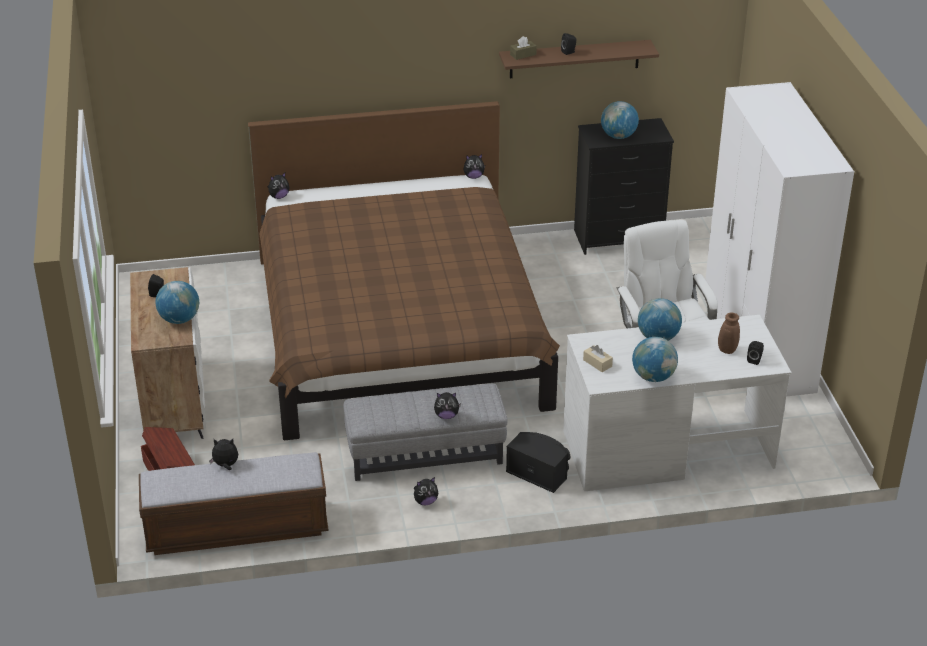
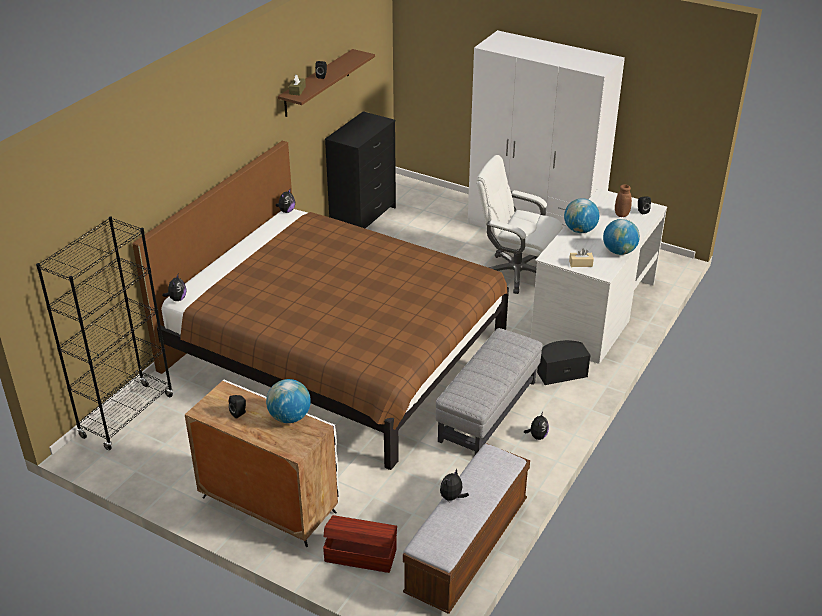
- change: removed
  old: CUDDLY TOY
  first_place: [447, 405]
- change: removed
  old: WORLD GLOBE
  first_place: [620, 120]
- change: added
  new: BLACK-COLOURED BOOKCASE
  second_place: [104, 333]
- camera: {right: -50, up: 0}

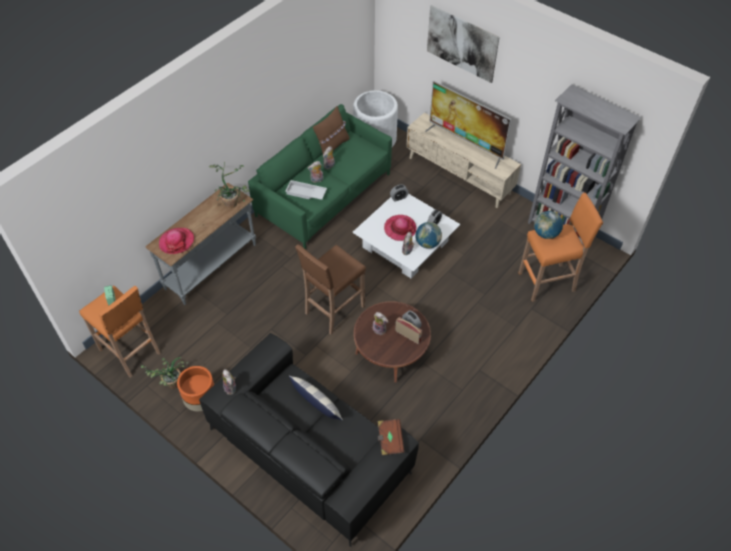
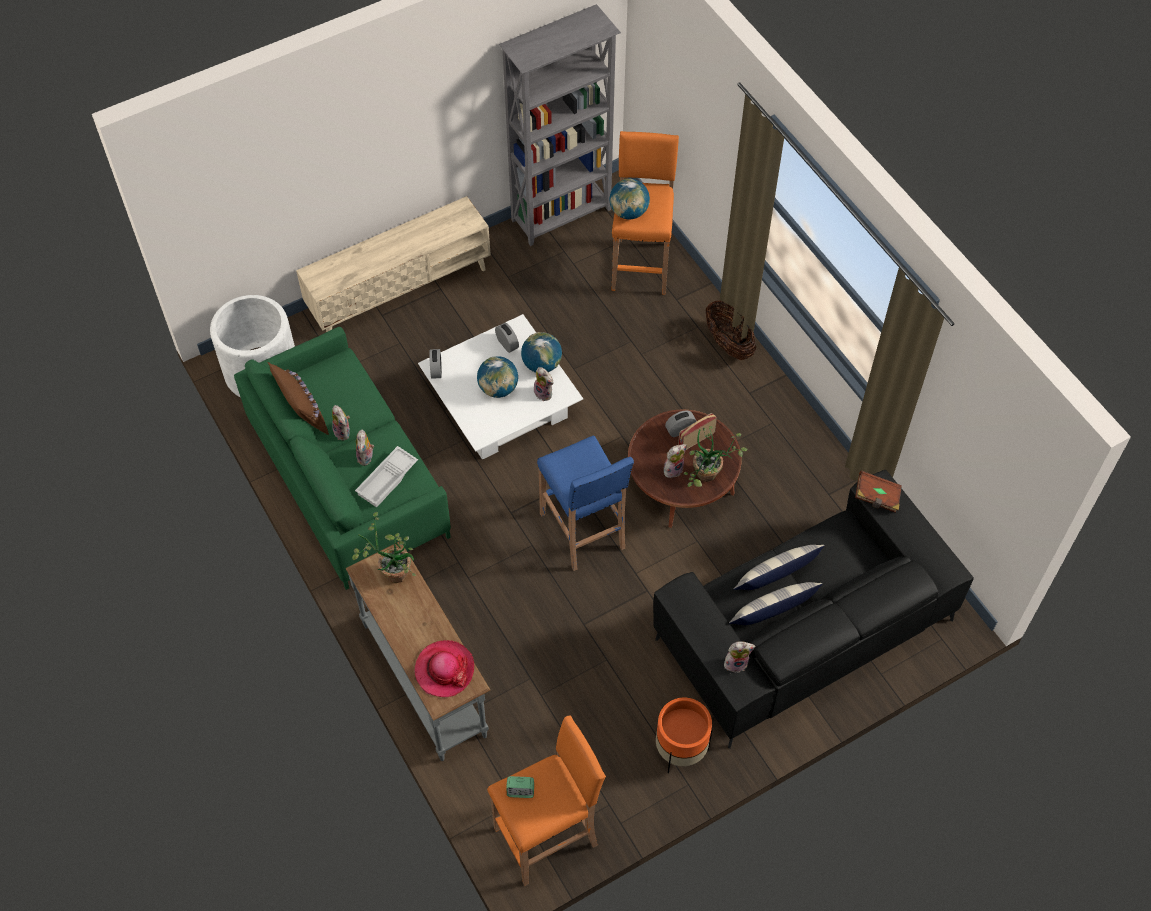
- change: moved
  old: PLANT IN A POT
  first_place: [165, 373]
  second_place: [716, 456]
- change: recoloured
  old: BROWN-COLOURED STOOL SEAT
  new: BLUE STOOL SEAT
  first_place: [330, 289]
  second_place: [585, 503]
- change: replaced
  old: WEARABLE HAT
  new: WORLD GLOBE
  first_place: [400, 228]
  second_place: [497, 377]
- change: removed
  old: TV
  first_place: [468, 125]
- change: removed
  old: WALL ART
  first_place: [463, 44]
- change: added
  new: STORAGE BASKET
  second_place: [731, 330]
- change: added
  new: THROW PILLOW
  second_place: [776, 603]
- camera: {right: -70, up: 5}

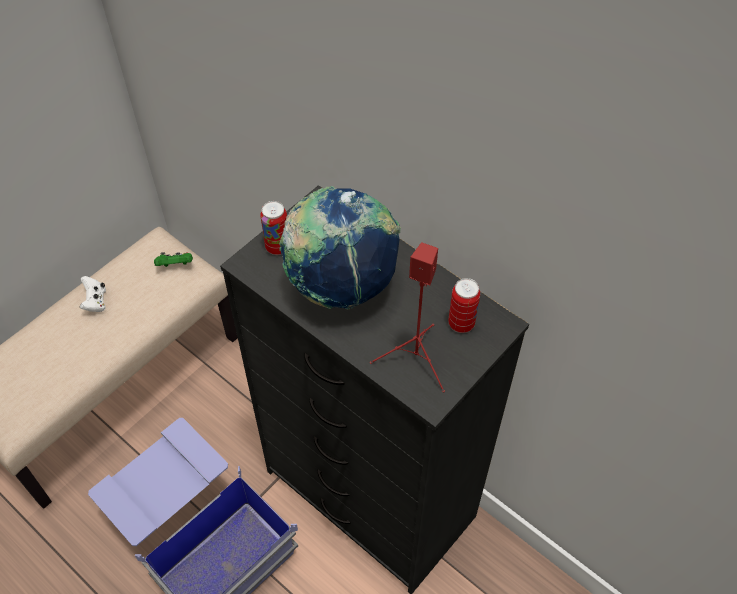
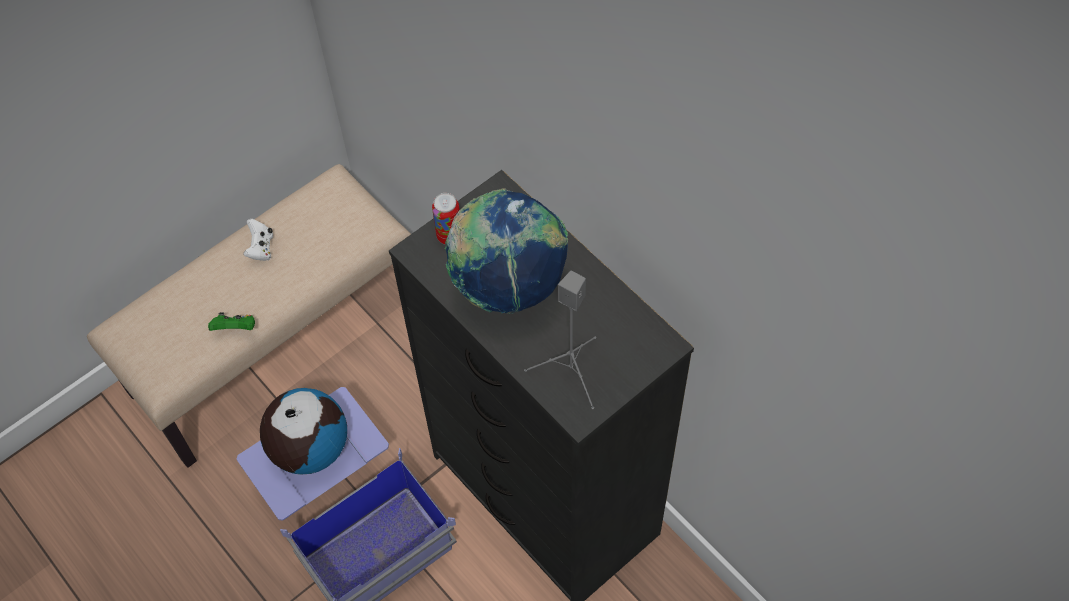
- change: moved
  old: GREEN-COLOURED JOYPAD
  first_place: [173, 259]
  second_place: [231, 321]
- change: recoloured
  old: RED LOUDSPEAKER
  new: GREYISH LOUDSPEAKER
  first_place: [407, 317]
  second_place: [560, 339]
- change: removed
  old: METAL CAN
  first_place: [464, 305]
- change: added
  new: WORLD GLOBE
  second_place: [303, 431]
- camera: {right: 10, up: 5}

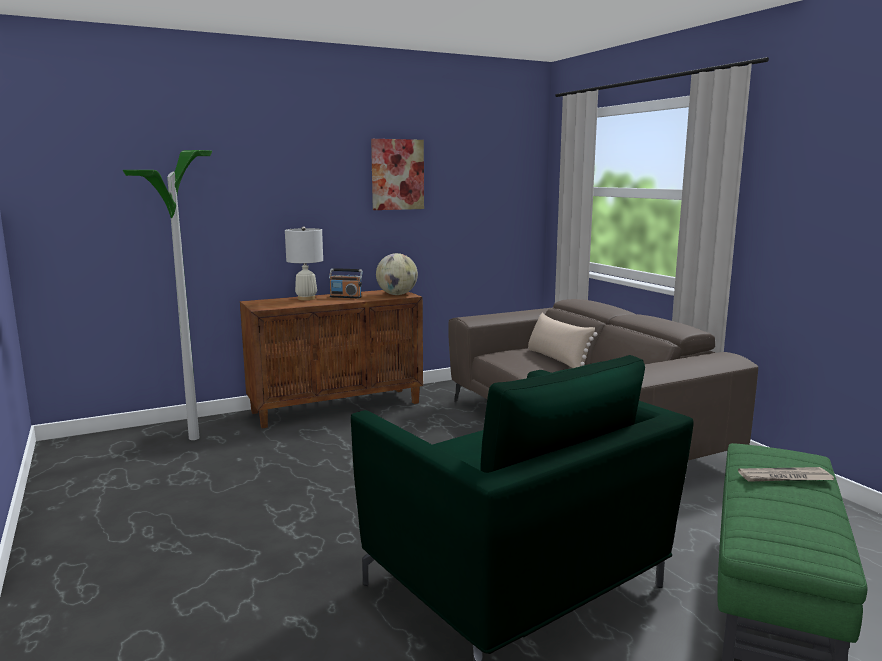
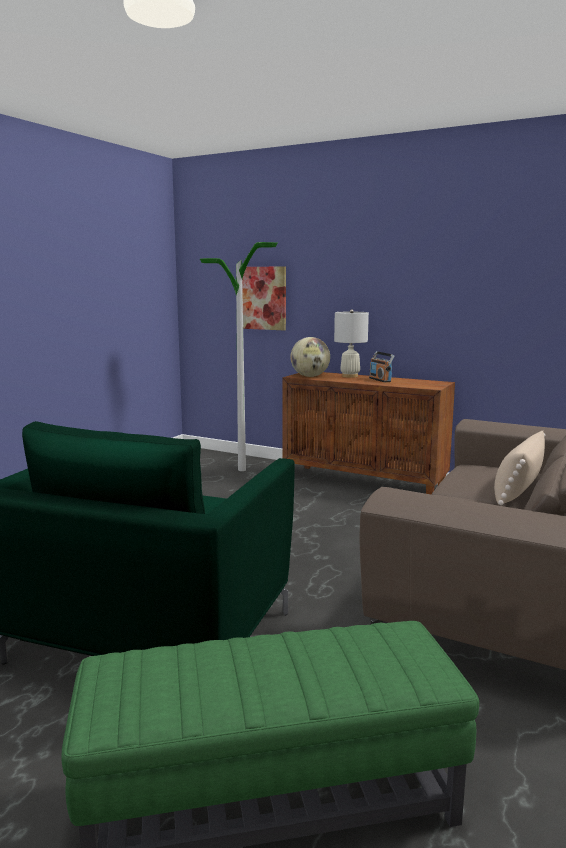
- change: moved
  old: WALL ART
  first_place: [397, 174]
  second_place: [264, 298]
- change: moved
  old: WORLD GLOBE
  first_place: [397, 274]
  second_place: [310, 357]
- change: removed
  old: PRINTED PAPER
  first_place: [786, 474]
- camera: {right: 55, up: 0}

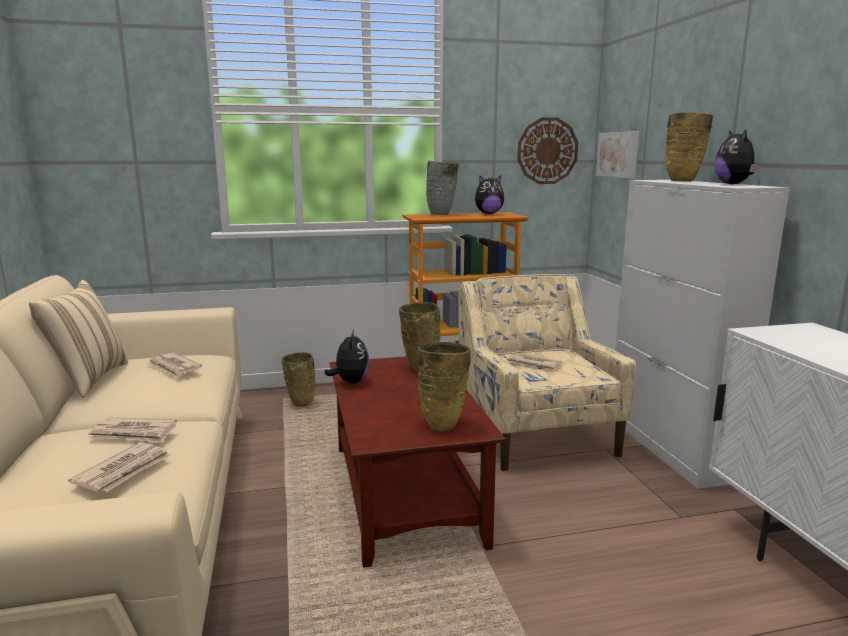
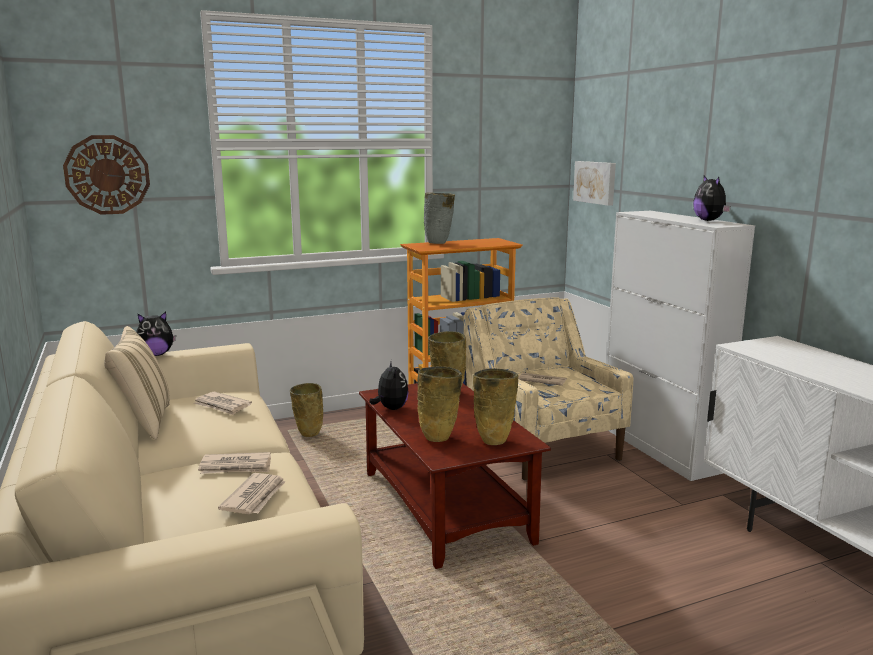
- change: moved
  old: CUDDLY TOY
  first_place: [489, 195]
  second_place: [156, 334]
- change: moved
  old: WALL CLOCK
  first_place: [547, 150]
  second_place: [106, 175]
- change: moved
  old: BEIGE-COLOURED FLOWER VASE
  first_place: [689, 147]
  second_place: [439, 404]
- camera: {right: -10, up: 0}

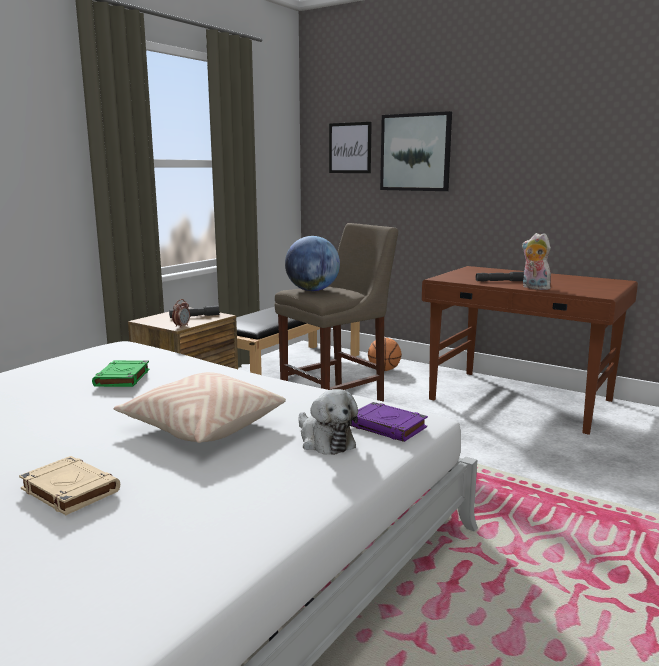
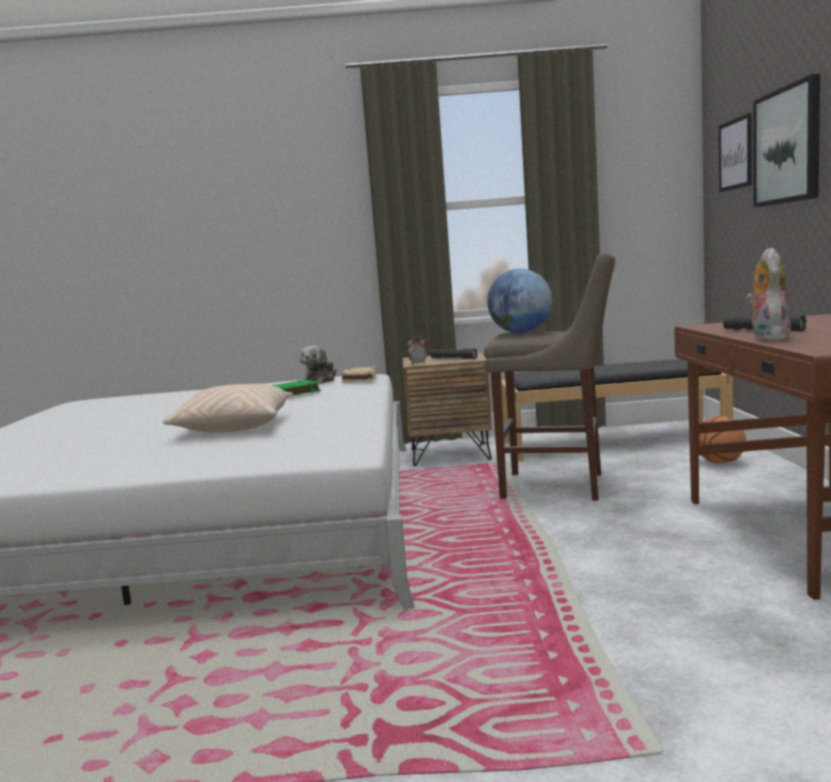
- change: moved
  old: BEIGE-COLOURED VOLUME
  first_place: [69, 485]
  second_place: [359, 374]
- change: moved
  old: CUDDLY TOY
  first_place: [328, 422]
  second_place: [318, 365]
- change: removed
  old: PURPLE-COLOURED VOLUME
  first_place: [389, 422]
- camera: {right: 55, up: -5}

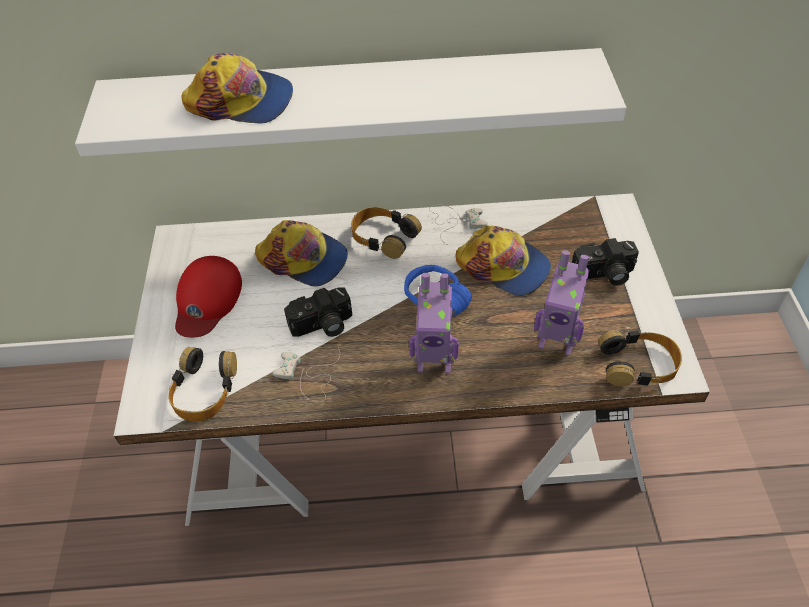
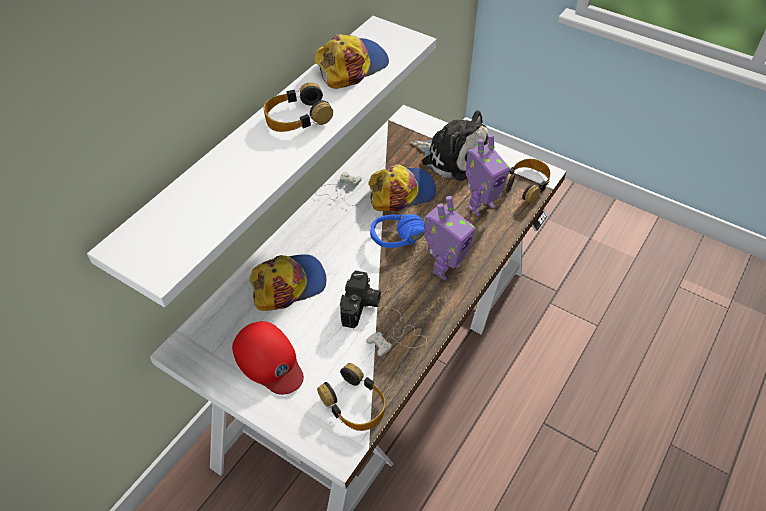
- change: moved
  old: BASEBALL CAP
  first_place: [237, 88]
  second_place: [351, 61]
- change: moved
  old: PAIR OF HEADPHONES
  first_place: [386, 233]
  second_place: [298, 107]
- change: replaced
  old: PHOTO CAMERA
  new: CUDDLY TOY
  first_place: [605, 262]
  second_place: [449, 145]
- camera: {right: -55, up: 0}

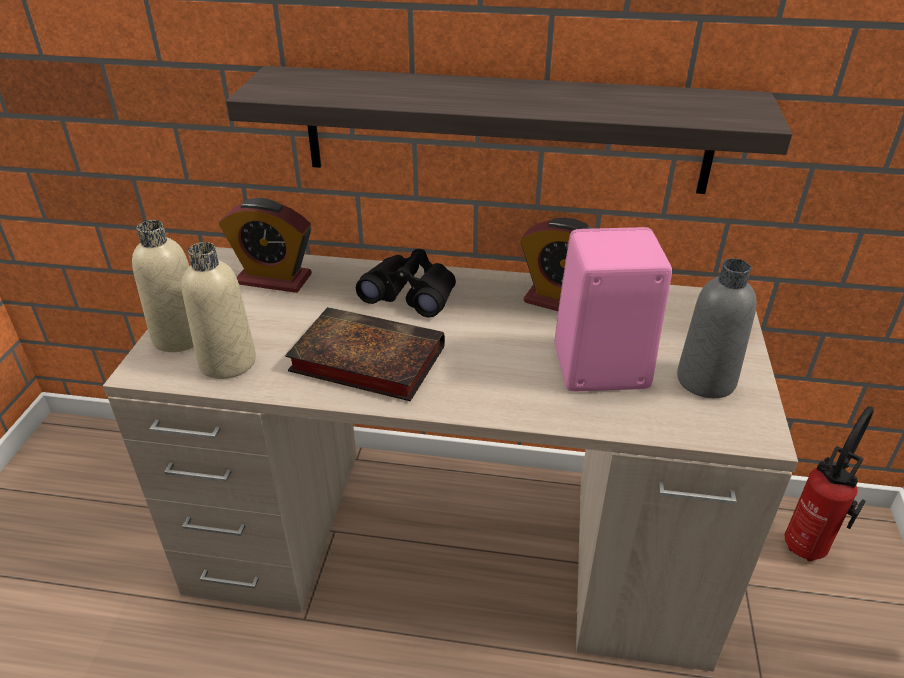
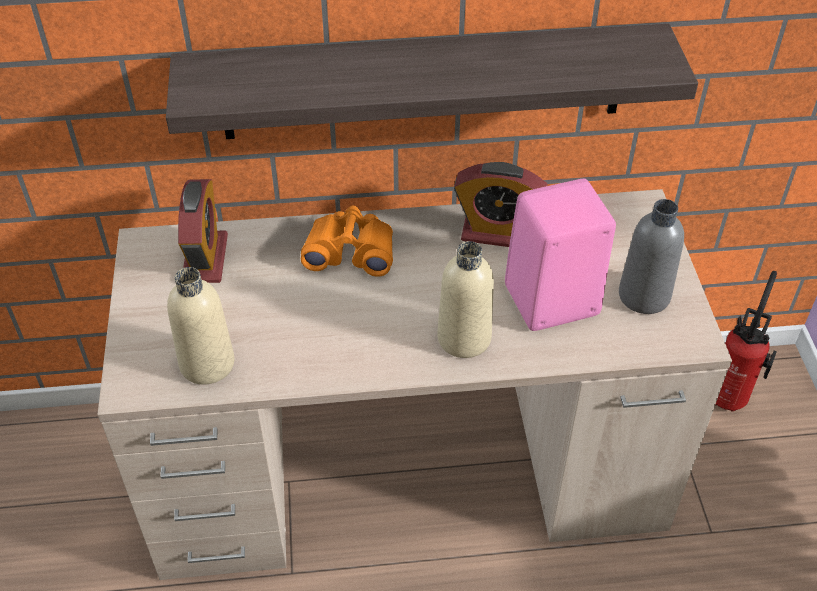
- change: moved
  old: BEIGE-COLOURED BOTTLE
  first_place: [163, 286]
  second_place: [465, 299]
- change: turned
  old: TABLE CLOCK
  first_place: [265, 245]
  second_place: [203, 231]
  degrees: -90
- change: removed
  old: VOLUME
  first_place: [365, 354]
- change: recoloured
  old: BLACK-COLOURED FIELD GLASSES
  new: ORANGEY FIELD GLASSES
  first_place: [406, 283]
  second_place: [347, 241]
- camera: {right: -15, up: 10}

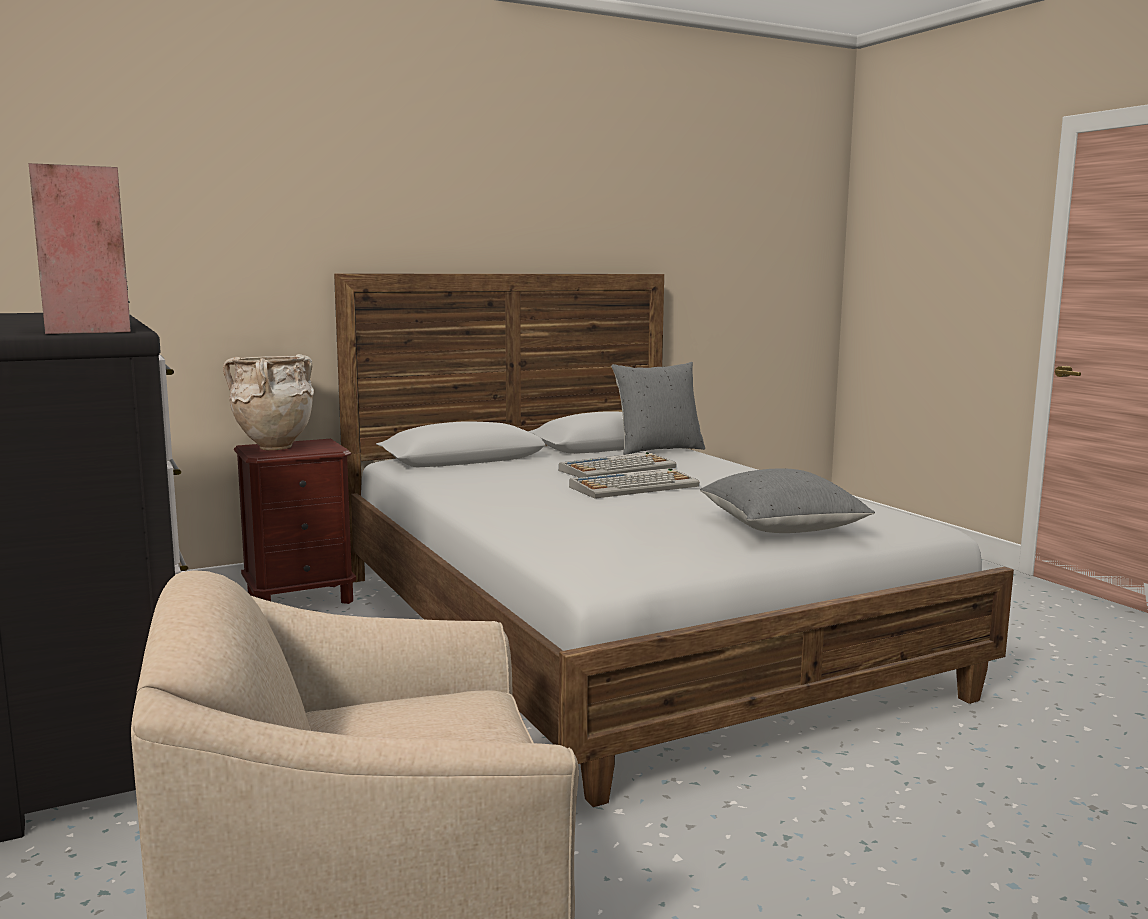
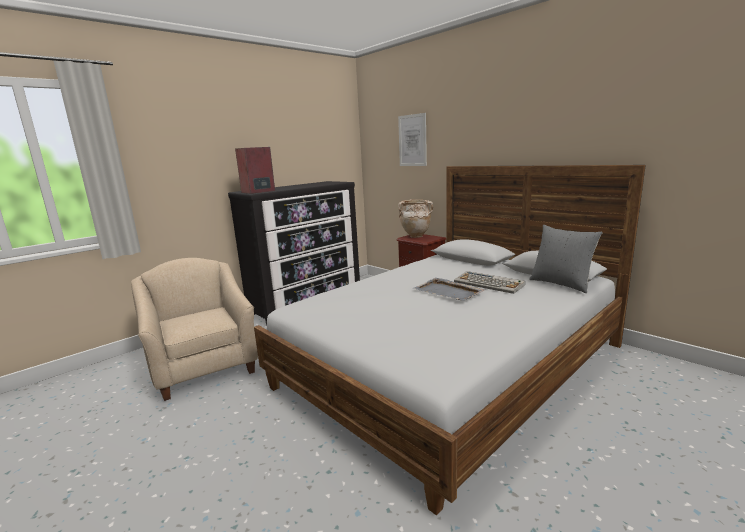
- change: replaced
  old: PC KEYBOARD
  new: GREYISH SERVING TRAY
  first_place: [634, 483]
  second_place: [449, 289]
- change: removed
  old: GREYISH THROW PILLOW
  first_place: [787, 500]
- change: added
  new: WALL ART
  second_place: [412, 139]
- camera: {right: 75, up: 5}

